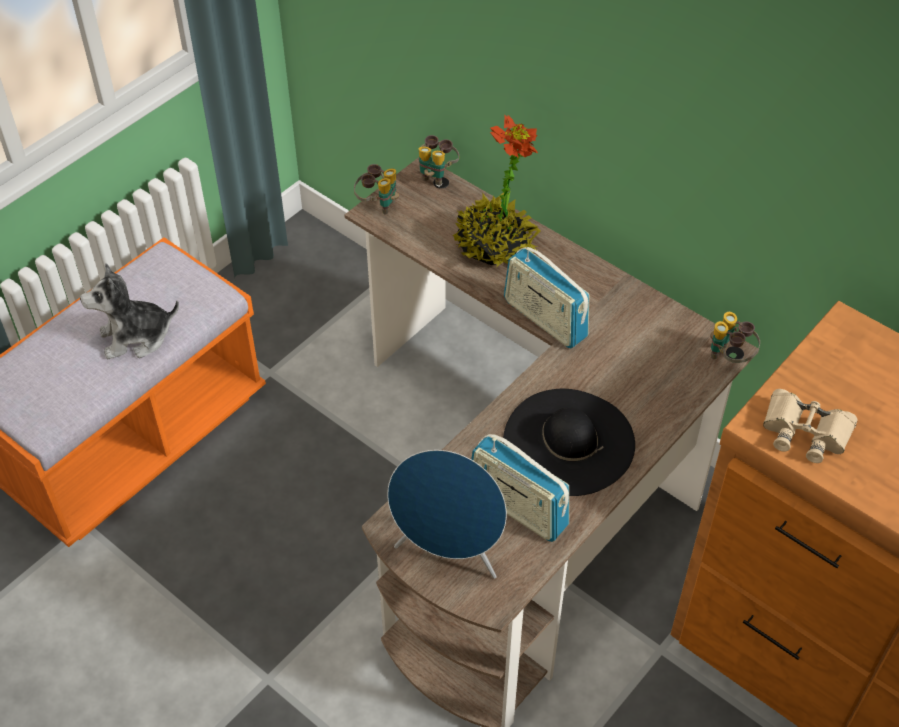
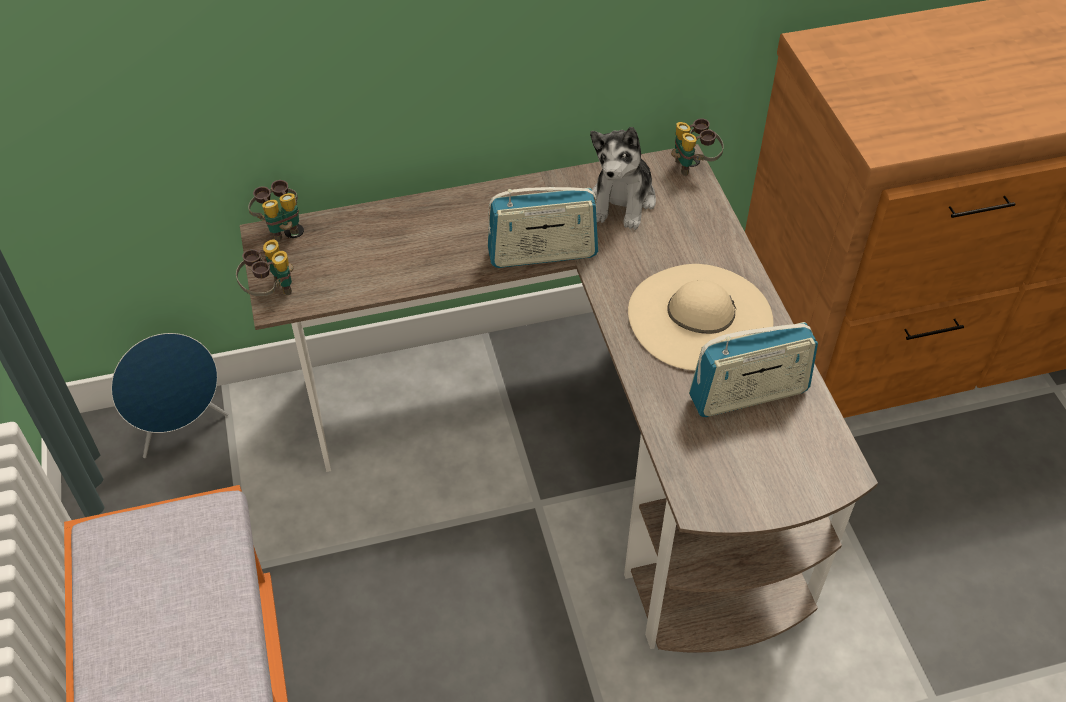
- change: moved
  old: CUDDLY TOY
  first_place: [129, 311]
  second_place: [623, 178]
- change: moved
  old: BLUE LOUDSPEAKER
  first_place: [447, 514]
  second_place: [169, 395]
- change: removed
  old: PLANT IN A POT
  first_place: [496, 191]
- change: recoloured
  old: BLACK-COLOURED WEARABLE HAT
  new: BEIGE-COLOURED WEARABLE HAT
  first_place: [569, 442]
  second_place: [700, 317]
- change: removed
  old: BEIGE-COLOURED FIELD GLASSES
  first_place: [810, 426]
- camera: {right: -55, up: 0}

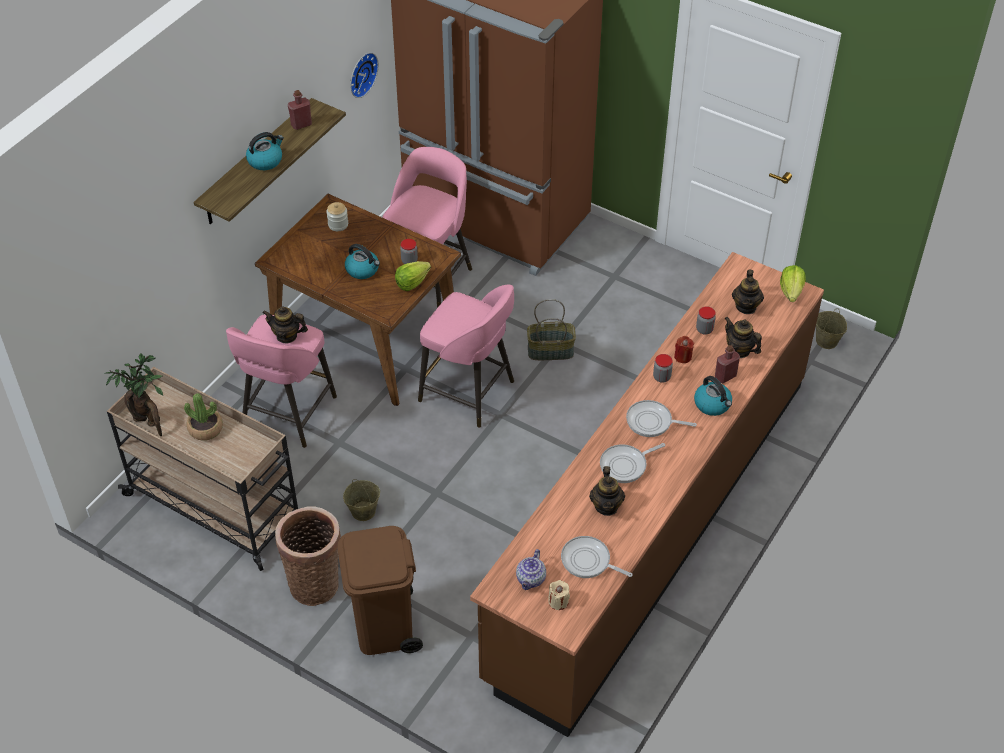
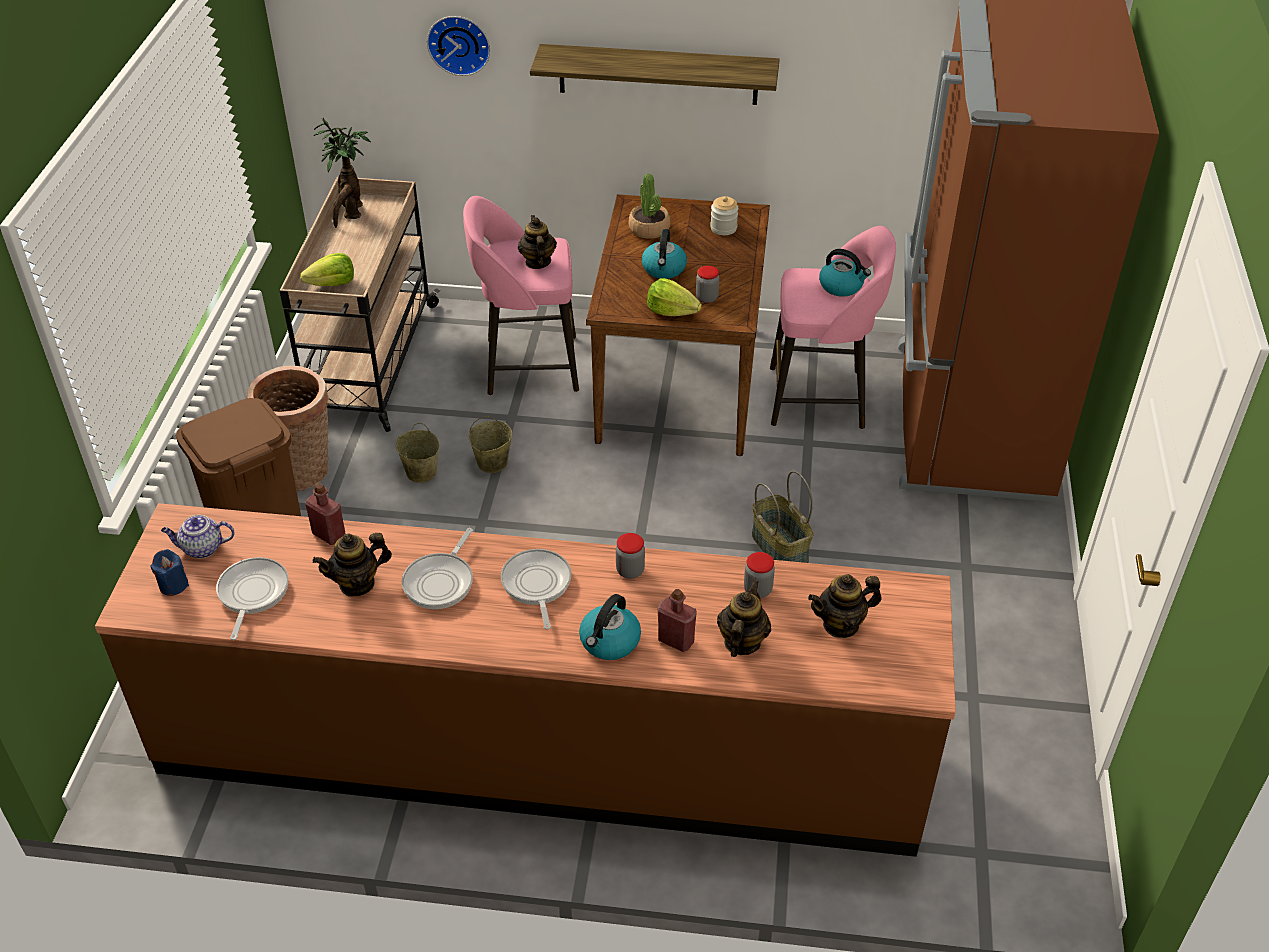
- change: moved
  old: PLANT IN A POT
  first_place: [203, 417]
  second_place: [649, 206]
- change: moved
  old: TEA KETTLE
  first_place: [265, 151]
  second_place: [845, 273]
- change: moved
  old: RED BOTTLE
  first_place: [300, 110]
  second_place: [325, 514]
- change: moved
  old: WALL CLOCK
  first_place: [364, 75]
  second_place: [458, 46]
- change: removed
  old: PINK STOOL SEAT
  first_place: [466, 356]
- change: recoloured
  old: BEIGE-COLOURED WAX CANDLE
  new: BLUE WAX CANDLE
  first_place: [559, 595]
  second_place: [169, 572]
- change: turned
  old: SKILLET
  first_place: [632, 463]
  second_place: [437, 568]
  degrees: -105
- change: removed
  old: RED WAX CANDLE
  first_place: [684, 349]
- change: moved
  old: HEAD OF LETTUCE
  first_place: [793, 283]
  second_place: [327, 269]
- change: moved
  old: BEIGE-COLOURED BUCKET
  first_place: [831, 328]
  second_place: [491, 444]
- camera: {right: 65, up: -5}

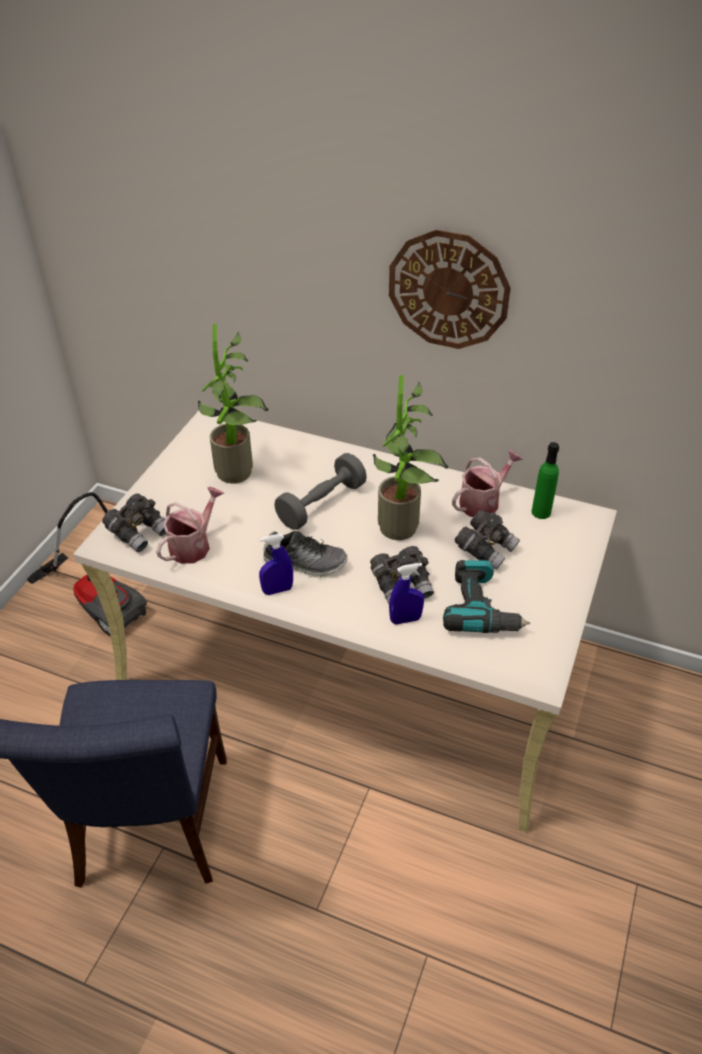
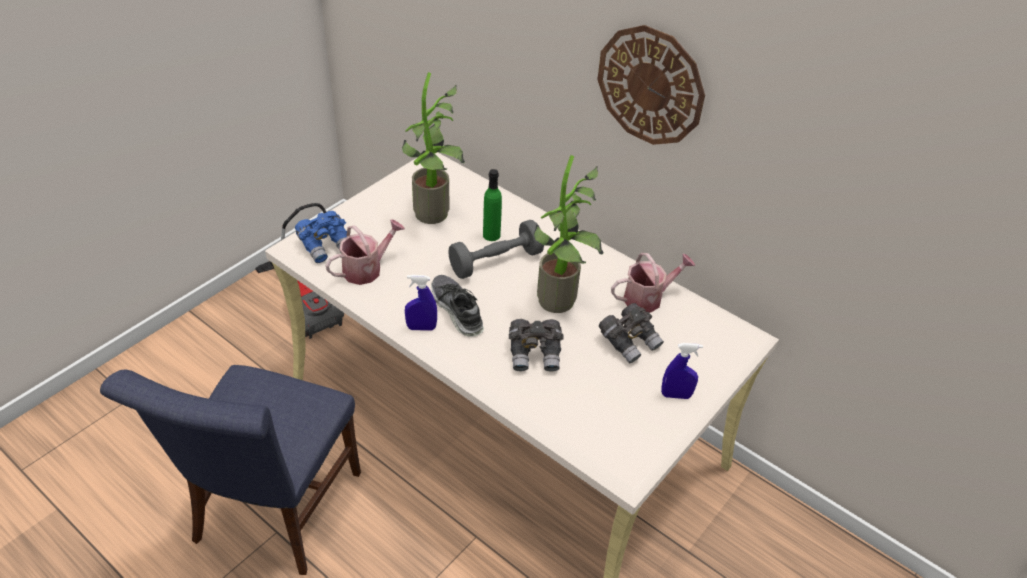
- change: recoloured
  old: GREYISH FIELD GLASSES
  new: BLUE FIELD GLASSES
  first_place: [134, 522]
  second_place: [321, 237]
- change: turned
  old: SHOE
  first_place: [305, 554]
  second_place: [457, 306]
  degrees: -150
- change: moved
  old: BLUE SPRAYER
  first_place: [406, 594]
  second_place: [682, 371]
- change: removed
  old: ELECTRIC DRILL
  first_place: [486, 596]
- change: moved
  old: GREEN-COLOURED BOTTLE
  first_place: [545, 480]
  second_place: [492, 205]
- camera: {right: 15, up: 0}

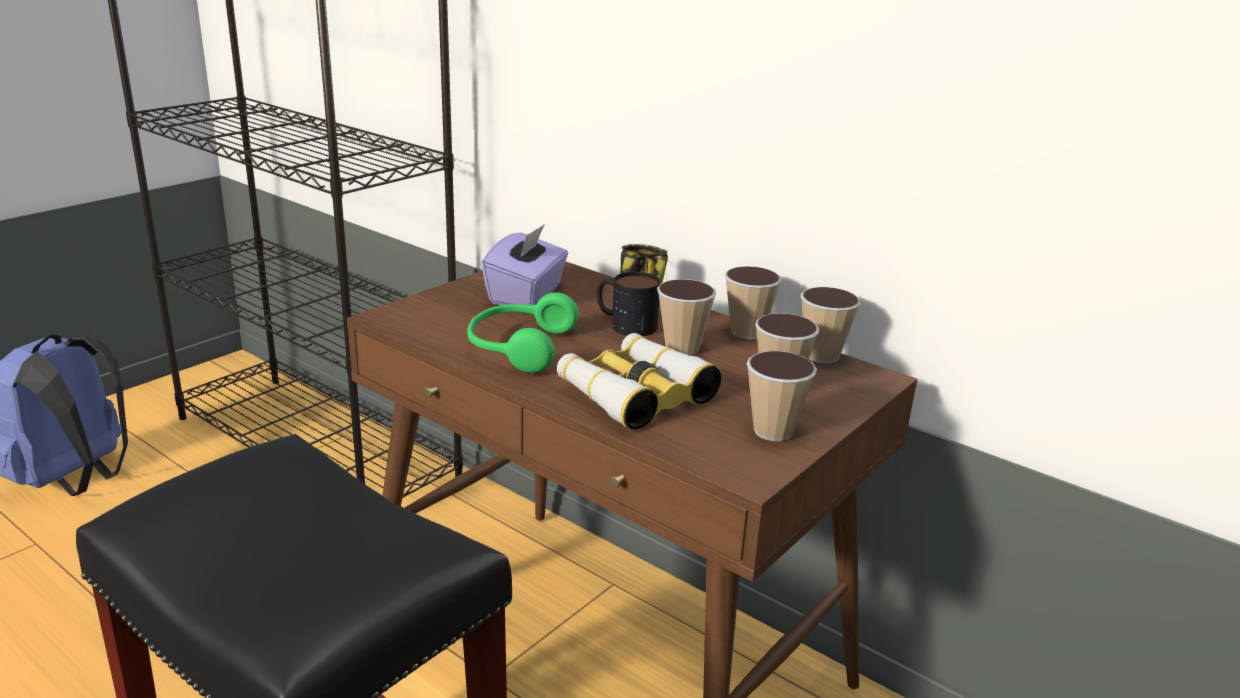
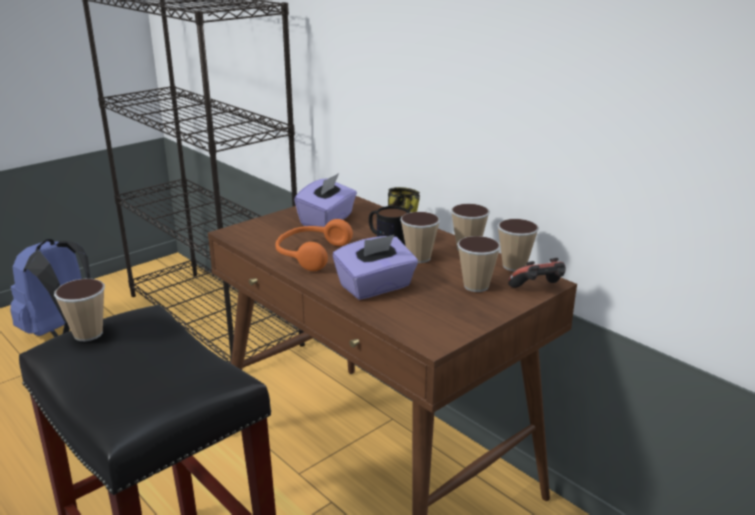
- change: recoloured
  old: GREEN-COLOURED PAIR OF HEADPHONES
  new: ORANGEY PAIR OF HEADPHONES
  first_place: [523, 332]
  second_place: [314, 245]
- change: replaced
  old: FIELD GLASSES
  new: PURPLE-COLOURED TISSUE HOLDER
  first_place: [639, 382]
  second_place: [375, 267]
- change: moved
  old: CUP
  first_place: [781, 396]
  second_place: [79, 310]
- change: added
  new: JOYPAD
  second_place: [537, 273]
- camera: {right: 10, up: 0}

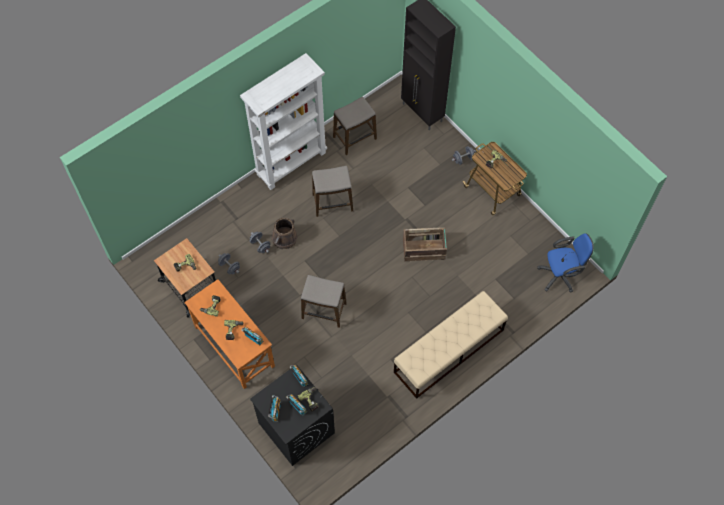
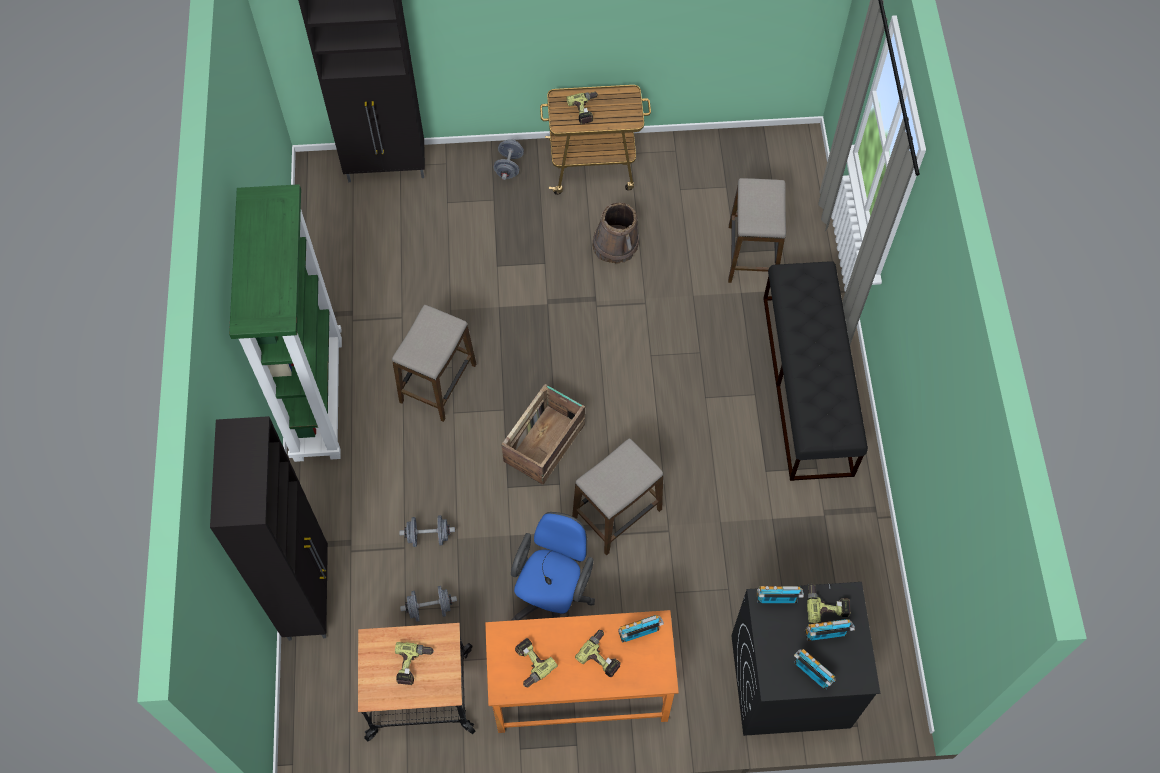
- change: recoloured
  old: WHITE BOOKCASE
  new: GREEN-COLOURED BOOKCASE
  first_place: [283, 121]
  second_place: [285, 323]
- change: moved
  old: BROWN-COLOURED BUCKET
  first_place: [284, 233]
  second_place: [615, 233]
- change: moved
  old: STOOL SEAT
  first_place: [355, 126]
  second_place: [757, 230]
- change: recoloured
  old: BEIGE-COLOURED INDOOR BENCH
  new: BLACK-COLOURED INDOOR BENCH
  first_place: [451, 345]
  second_place: [815, 371]
- change: moved
  old: CRATE
  first_place: [425, 244]
  second_place: [543, 434]
- change: moved
  old: BLUE COMPUTER CHAIR
  first_place: [565, 263]
  second_place: [553, 566]
- change: added
  new: BLACK-COLOURED CUPBOARD
  second_place: [269, 528]
- camera: {right: -55, up: 0}

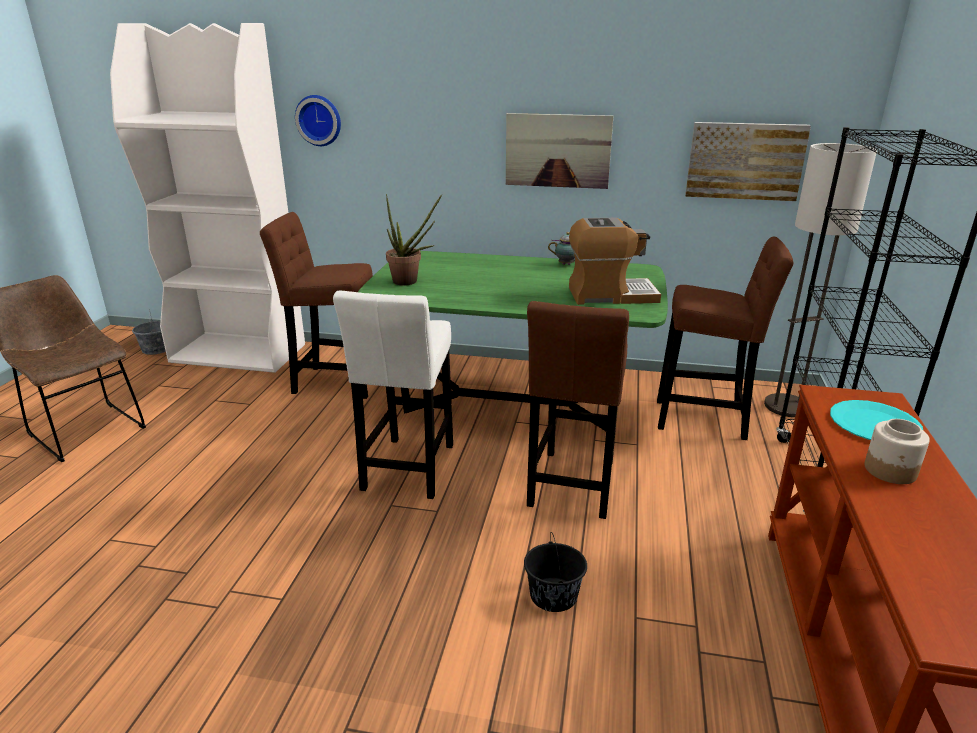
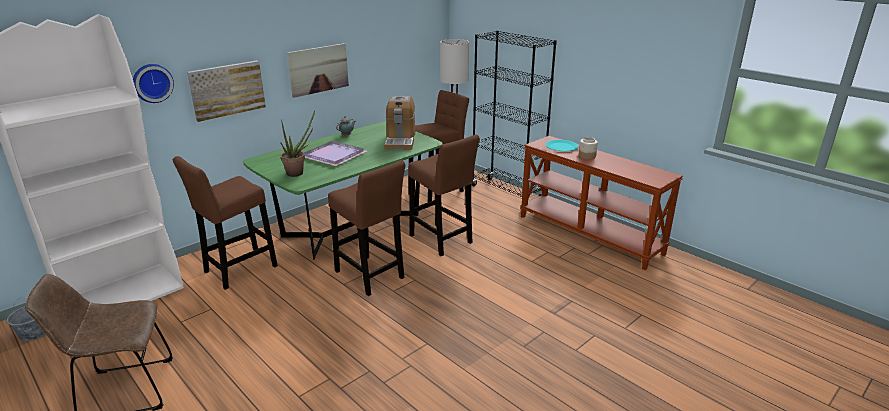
- change: recoloured
  old: WHITE STOOL SEAT
  new: BROWN-COLOURED STOOL SEAT
  first_place: [393, 394]
  second_place: [366, 228]
- change: removed
  old: BLACK-COLOURED BUCKET
  first_place: [555, 572]
- change: turned
  old: COFFEE BREWER
  first_place: [615, 261]
  second_place: [399, 123]
  degrees: 150
- change: moved
  old: WALL ART
  first_place: [748, 161]
  second_place: [226, 91]
- change: added
  new: PURPLE-COLOURED SERVING TRAY
  second_place: [335, 153]
- camera: {right: -55, up: 0}

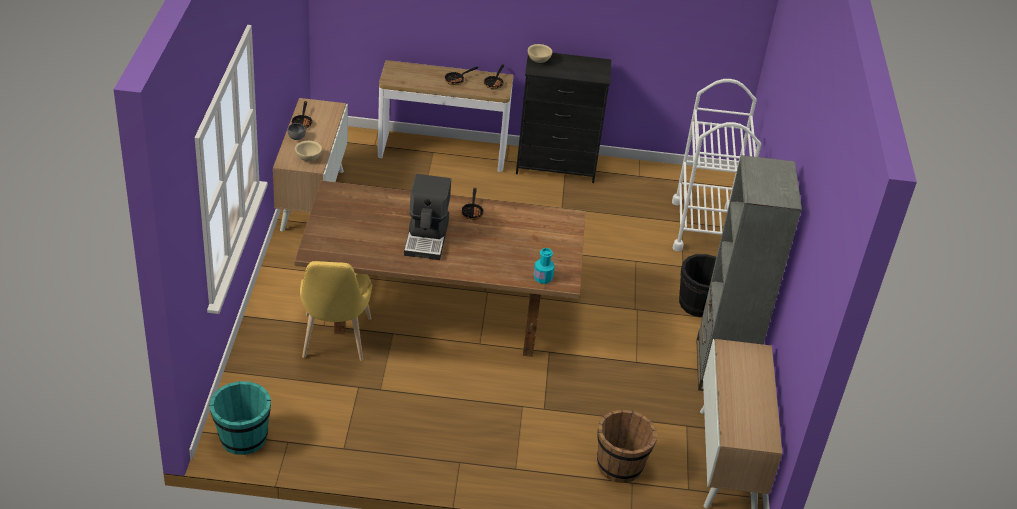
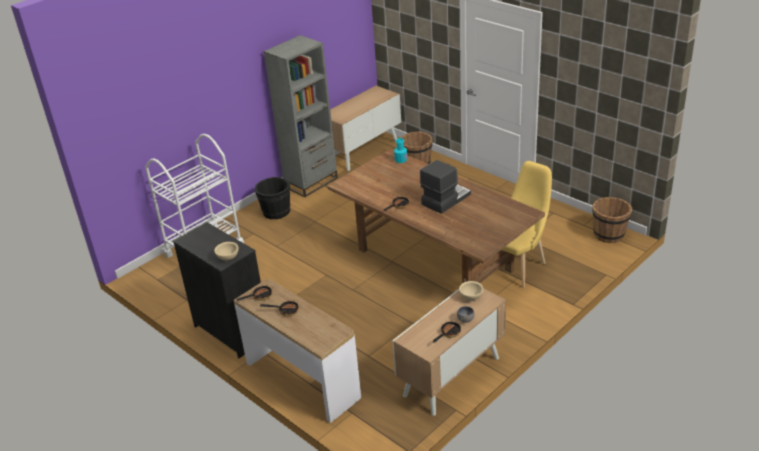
- change: recoloured
  old: BLUE-GREEN BUCKET
  new: BROWN-COLOURED BUCKET
  first_place: [240, 418]
  second_place: [612, 220]
- camera: {right: -135, up: -5}

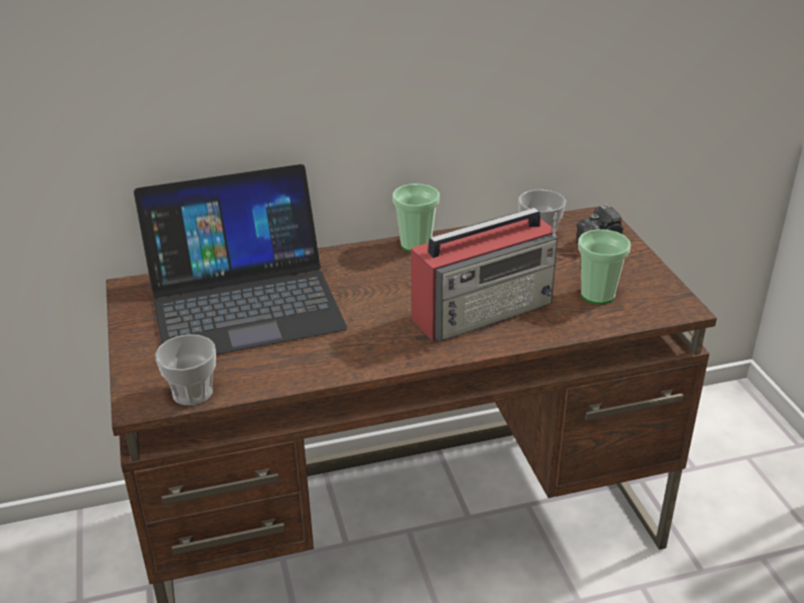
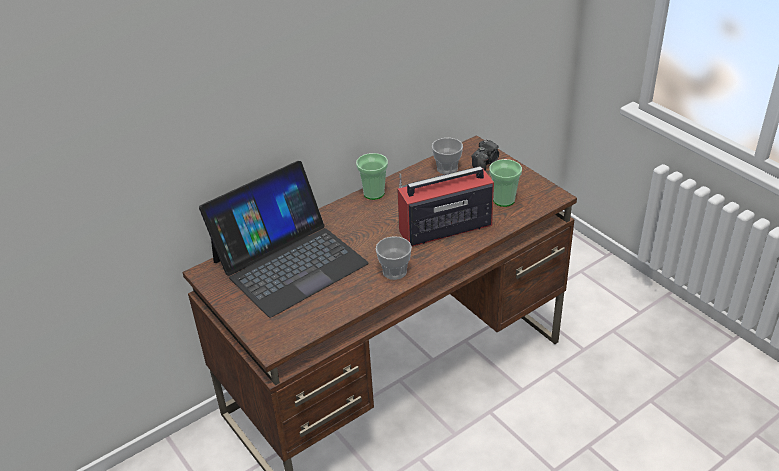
- change: moved
  old: CUP
  first_place: [185, 369]
  second_place: [394, 258]
- change: turned
  old: RADIO SET
  first_place: [484, 274]
  second_place: [445, 206]
  degrees: -150
- camera: {right: -20, up: 5}

